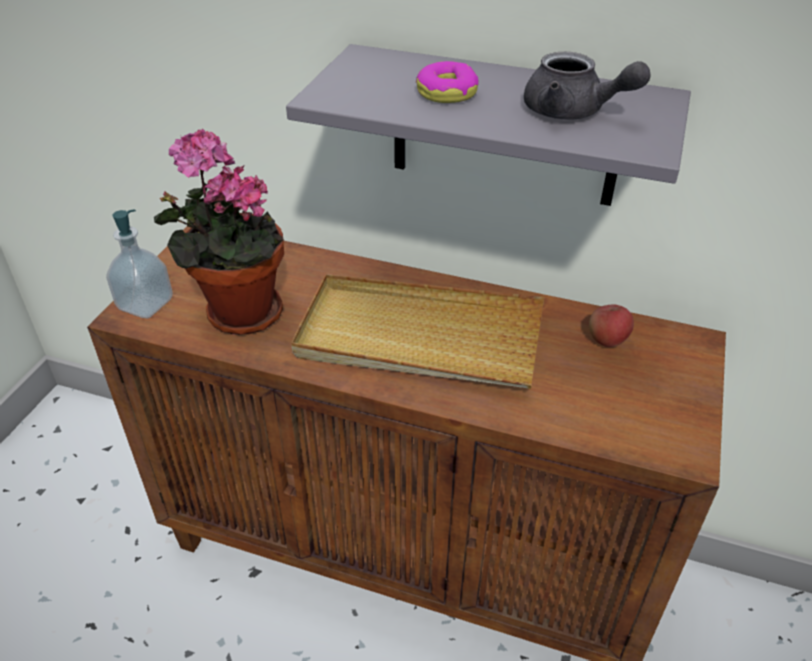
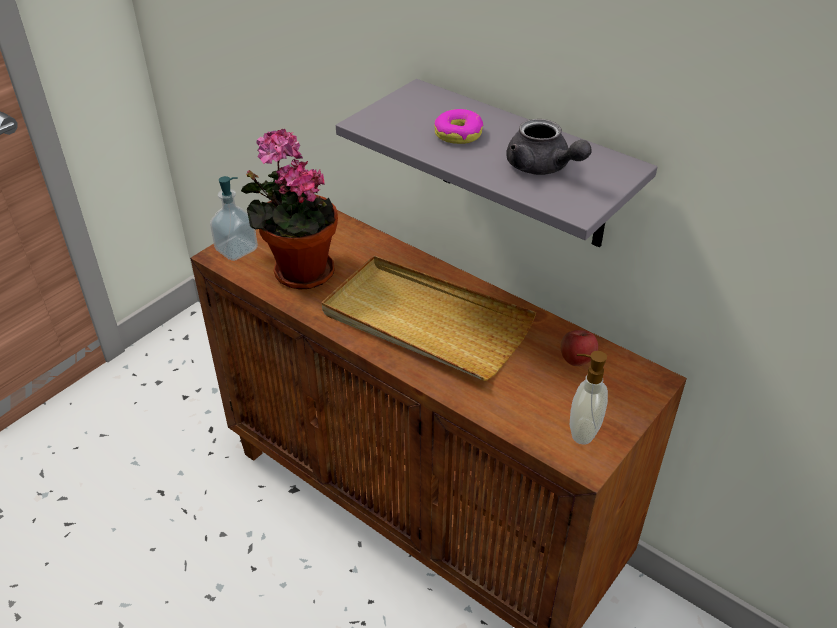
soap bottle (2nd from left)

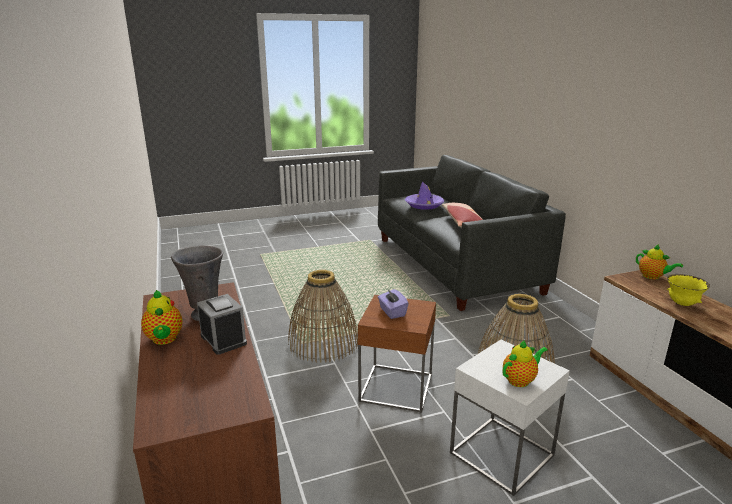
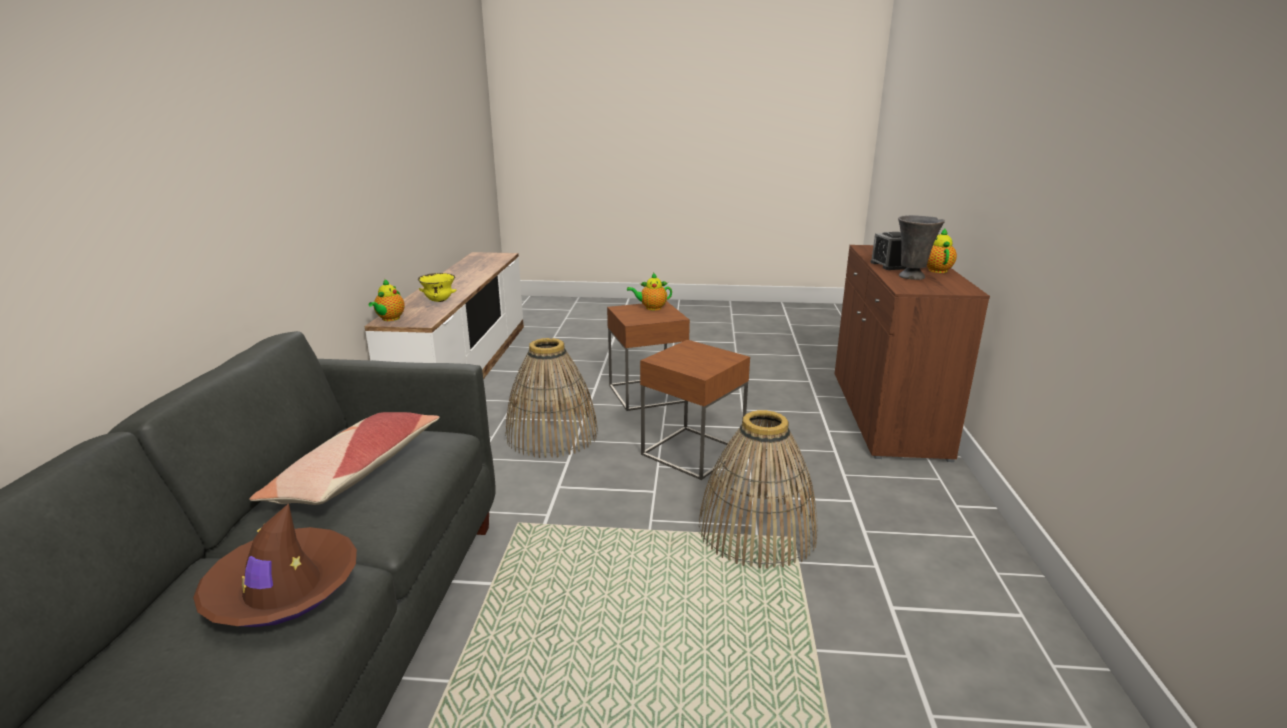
purple tissue holder; brown wearable hat; brown end table (1st from left); tea pot (1st from left)

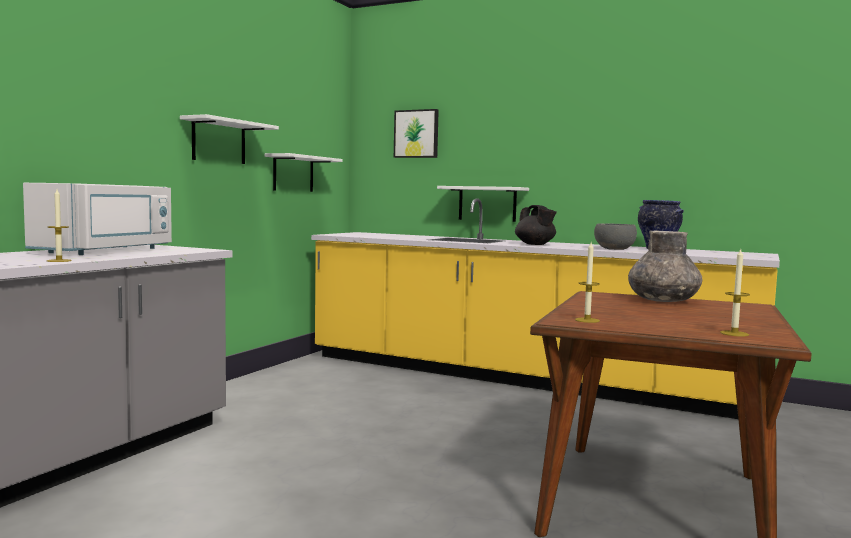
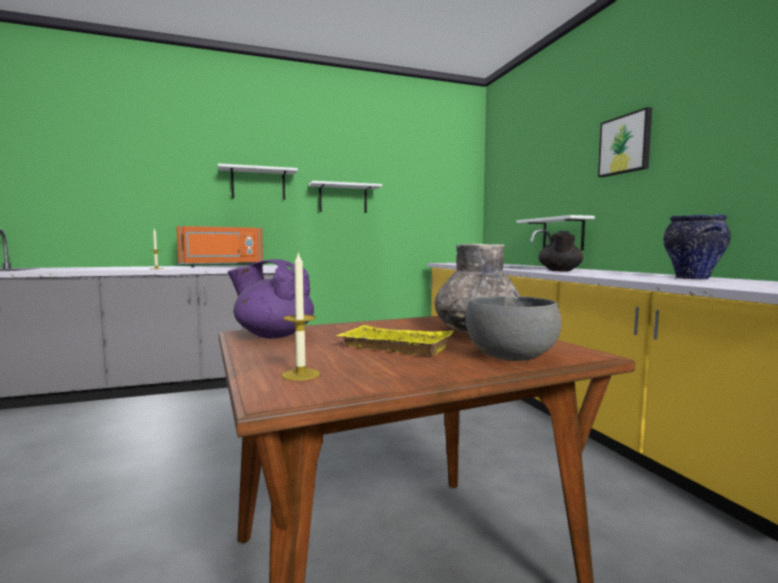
orange kitchen microwave; white-coloured bracket shelf (1st from left); wall picture; purple tea pot; greyish deep dish; yellow-coloured tray

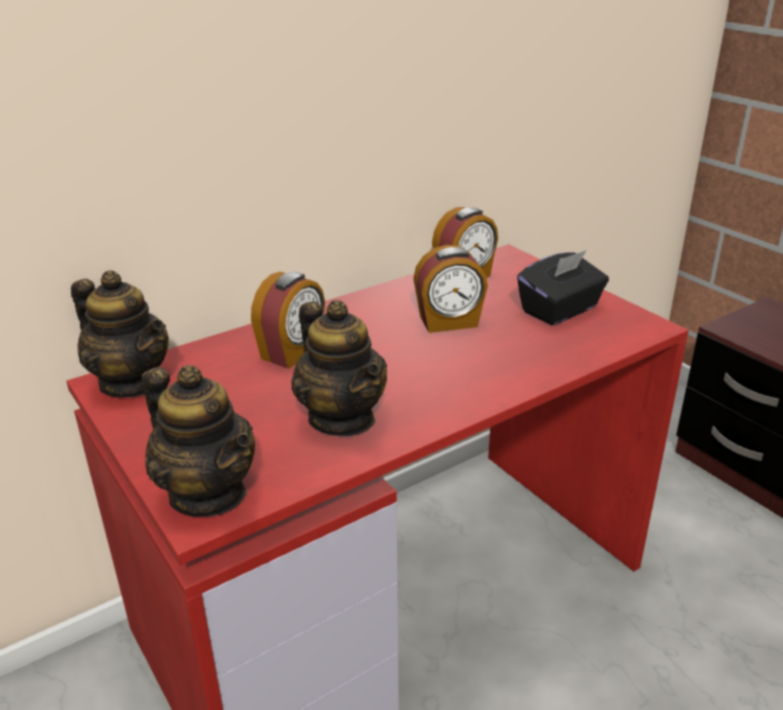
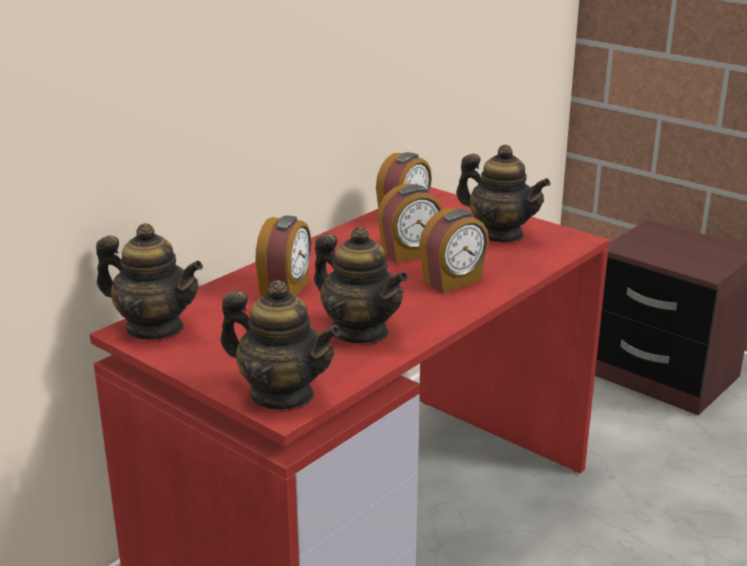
tea pot (4th from left); bedside clock (4th from left)

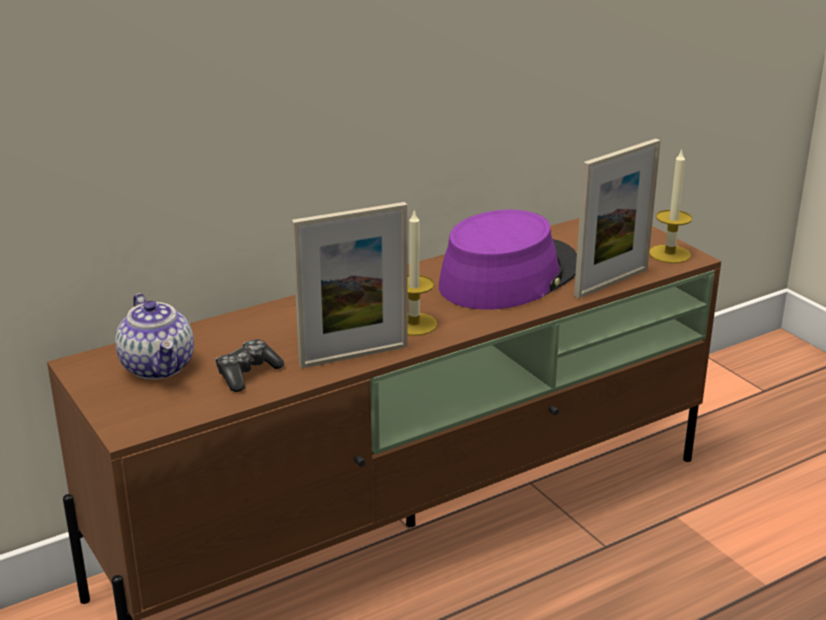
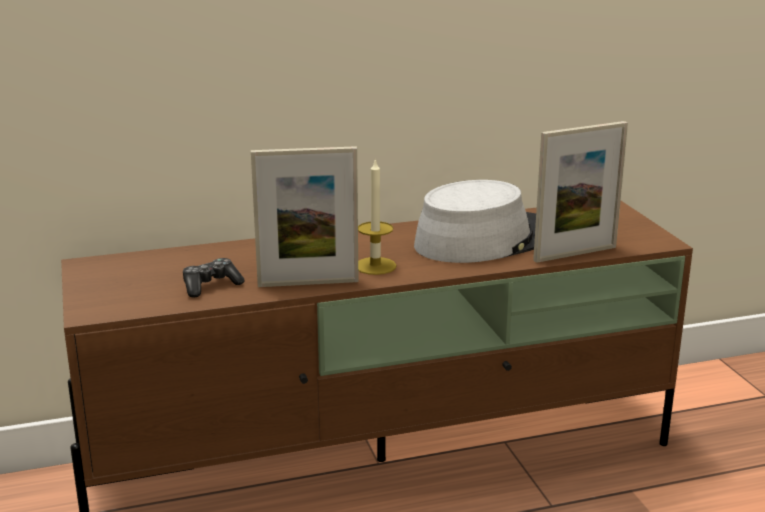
tea pot; greyish wearable hat; wax light (2nd from left in the first image)

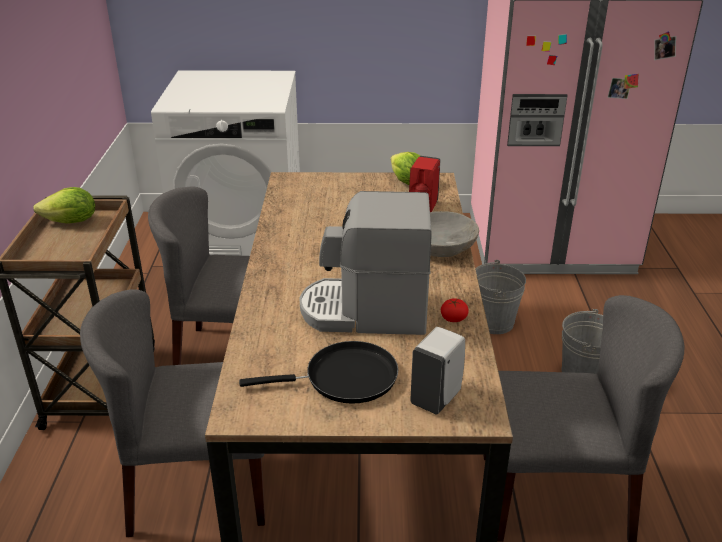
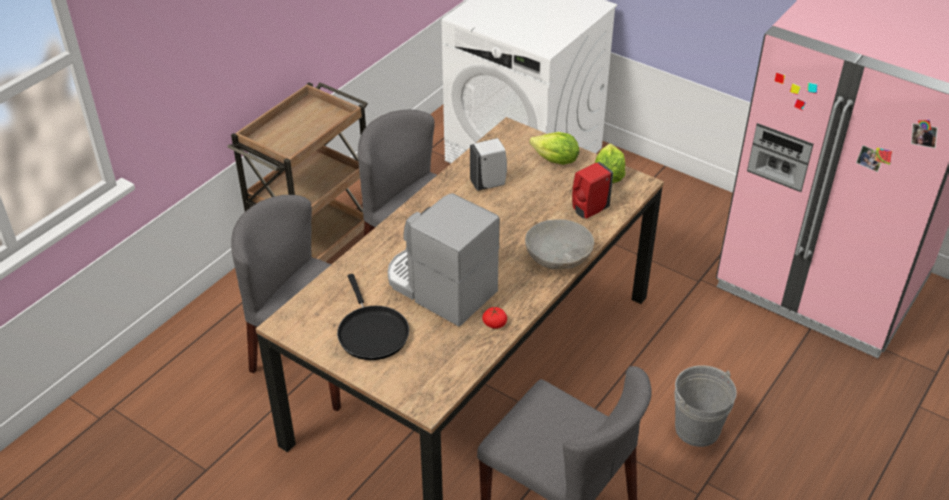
head of lettuce (1st from left); black-coloured frying pan; white-coloured soap bottle; greyish pail (1st from left in the first image)

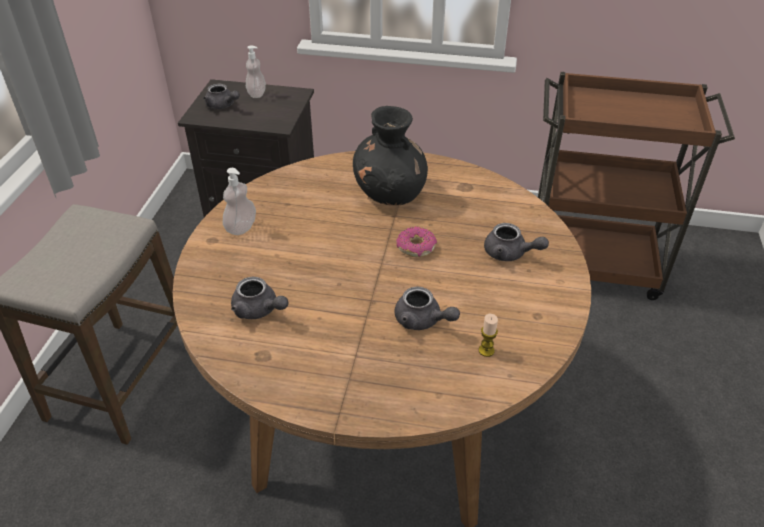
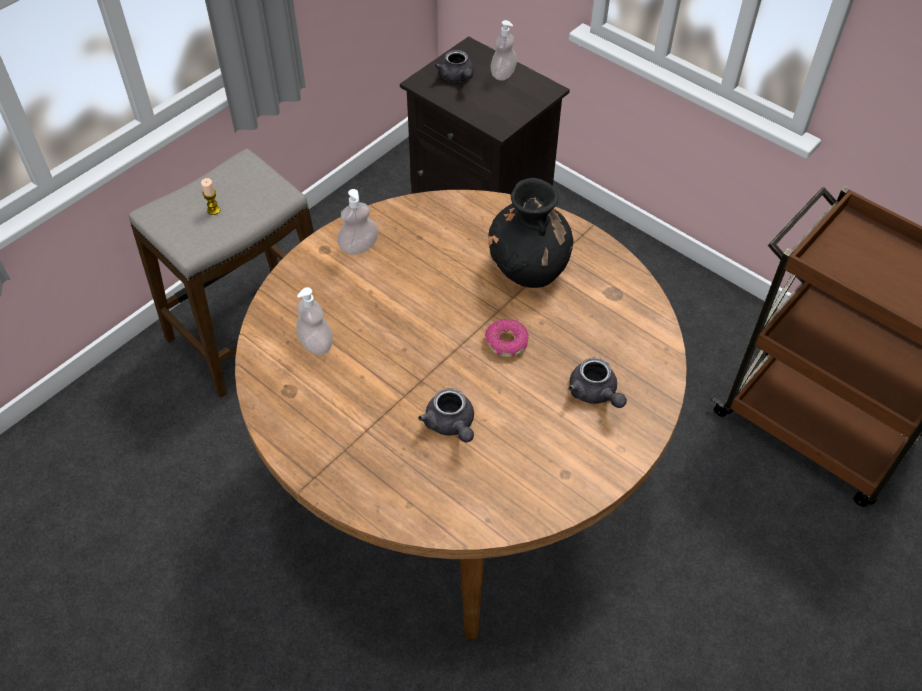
soap bottle (1st from left); wax light

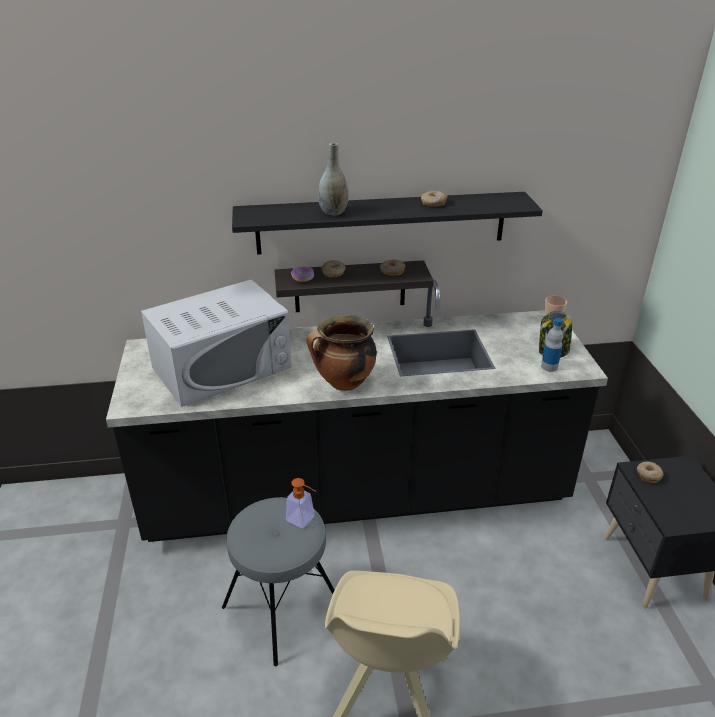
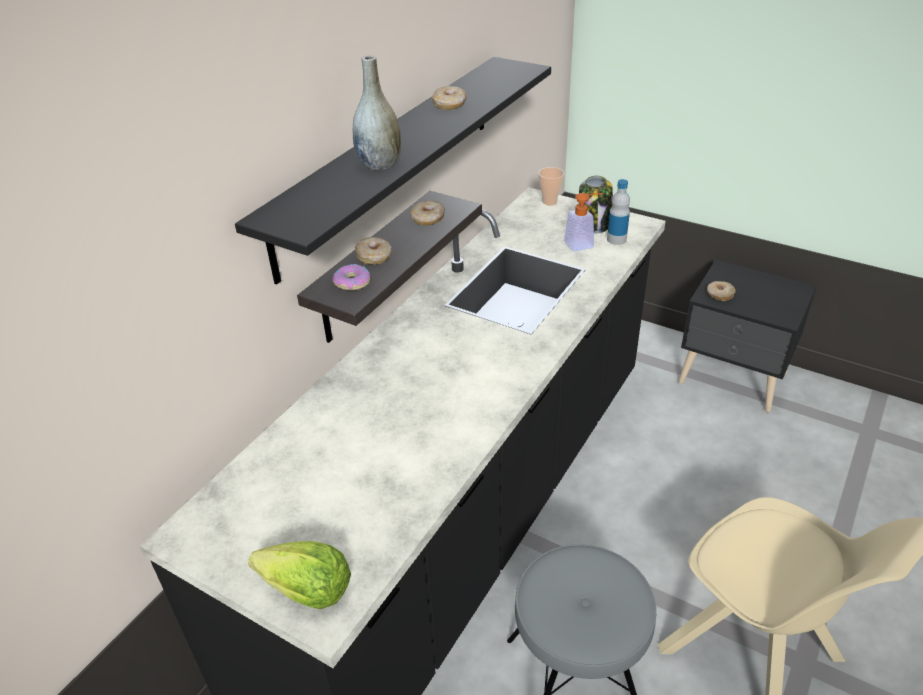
white-coloured kitchen microwave; soap bottle; saucepot; head of lettuce

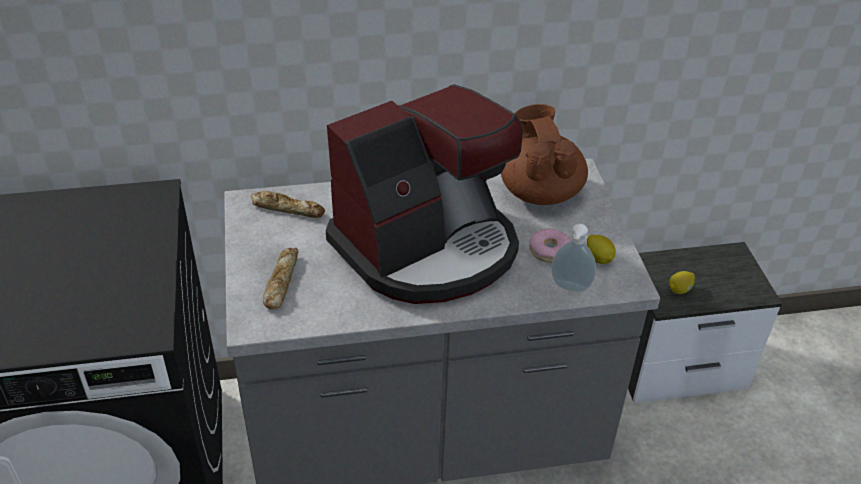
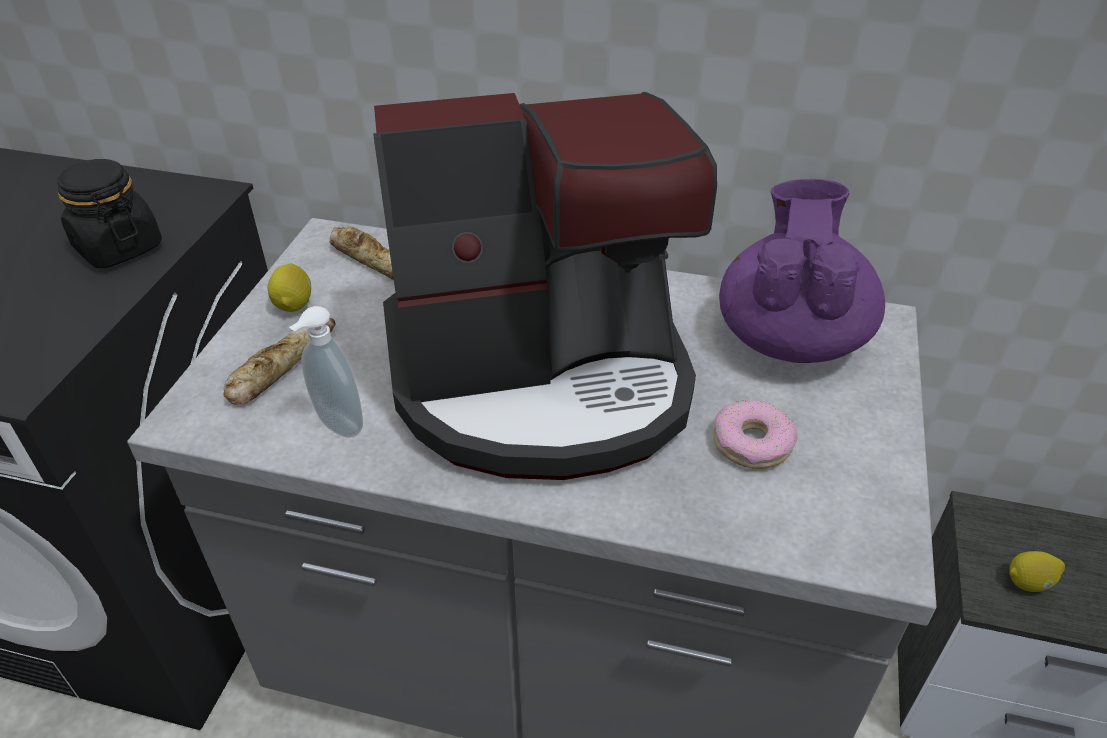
purple tea pot; soap bottle; lemon (1st from left); black-coloured preserve jar

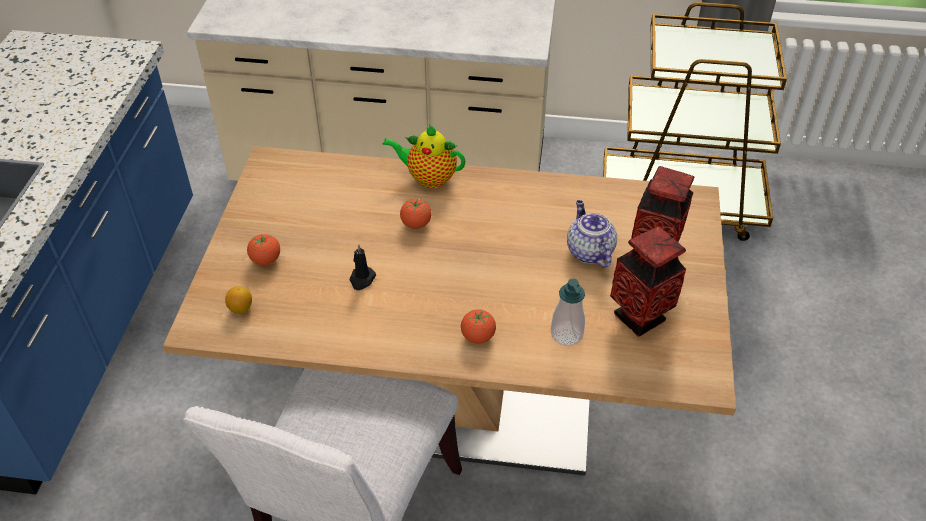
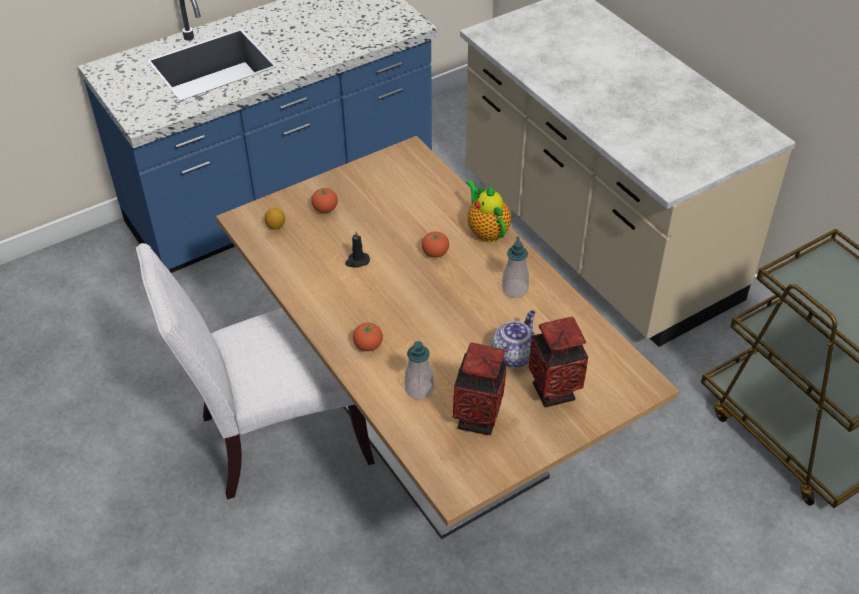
soap bottle (2nd from left)

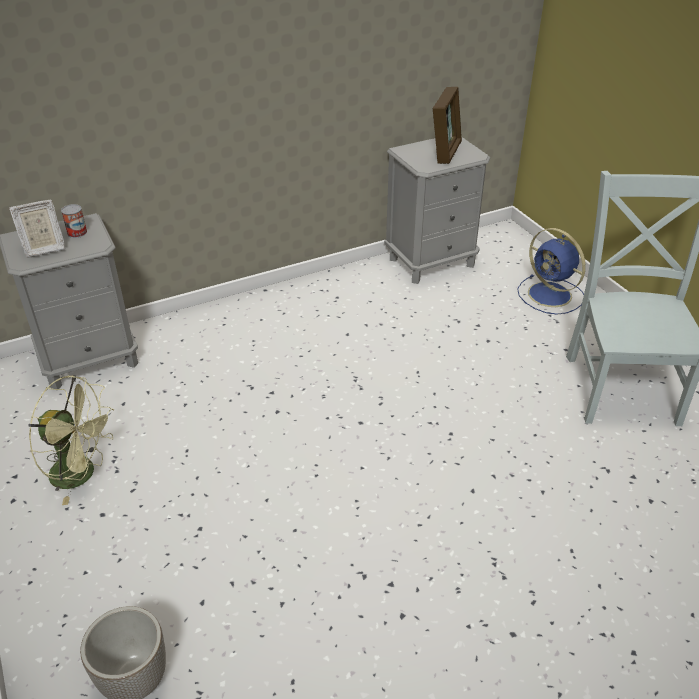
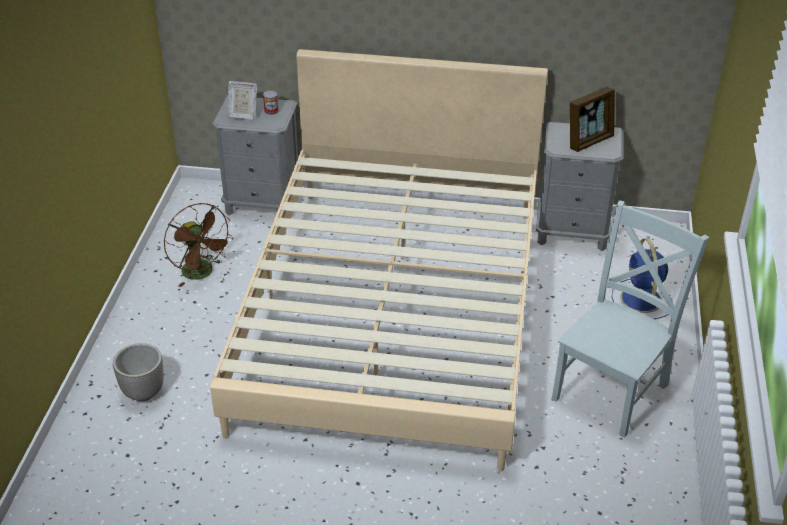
brown cooling fan; sand-coloured bed

